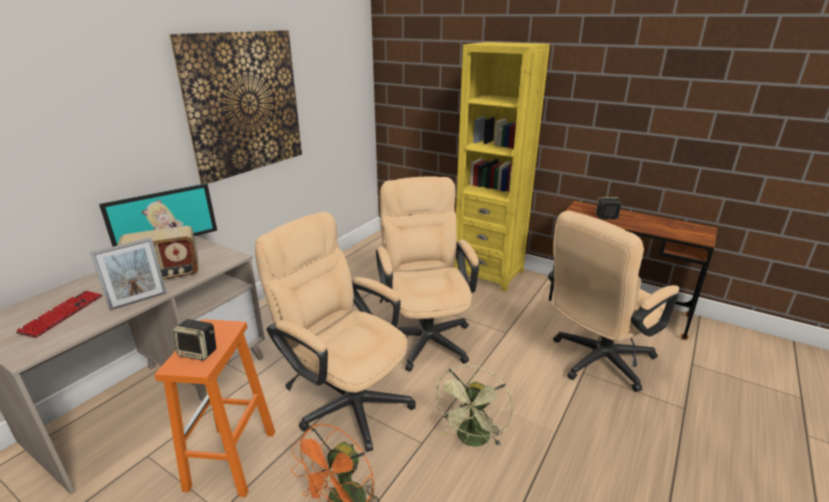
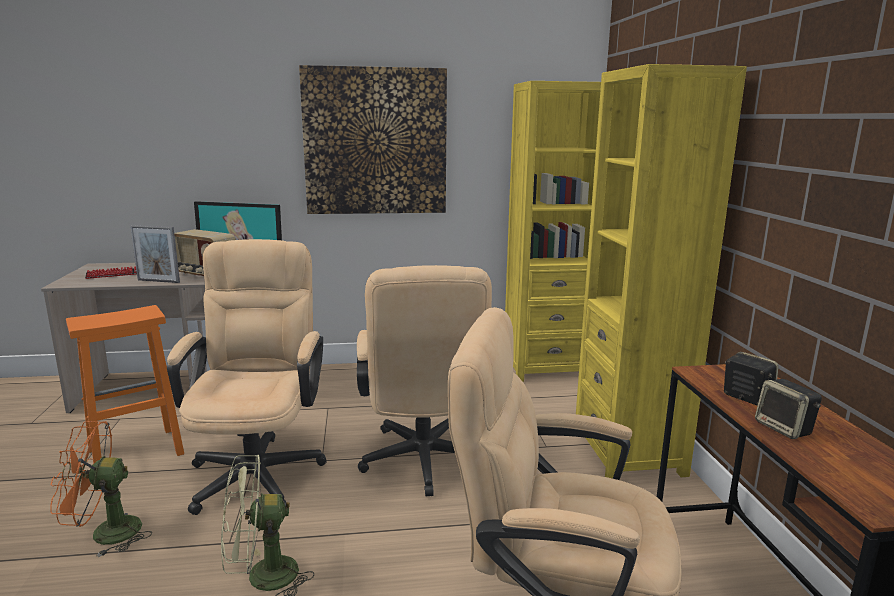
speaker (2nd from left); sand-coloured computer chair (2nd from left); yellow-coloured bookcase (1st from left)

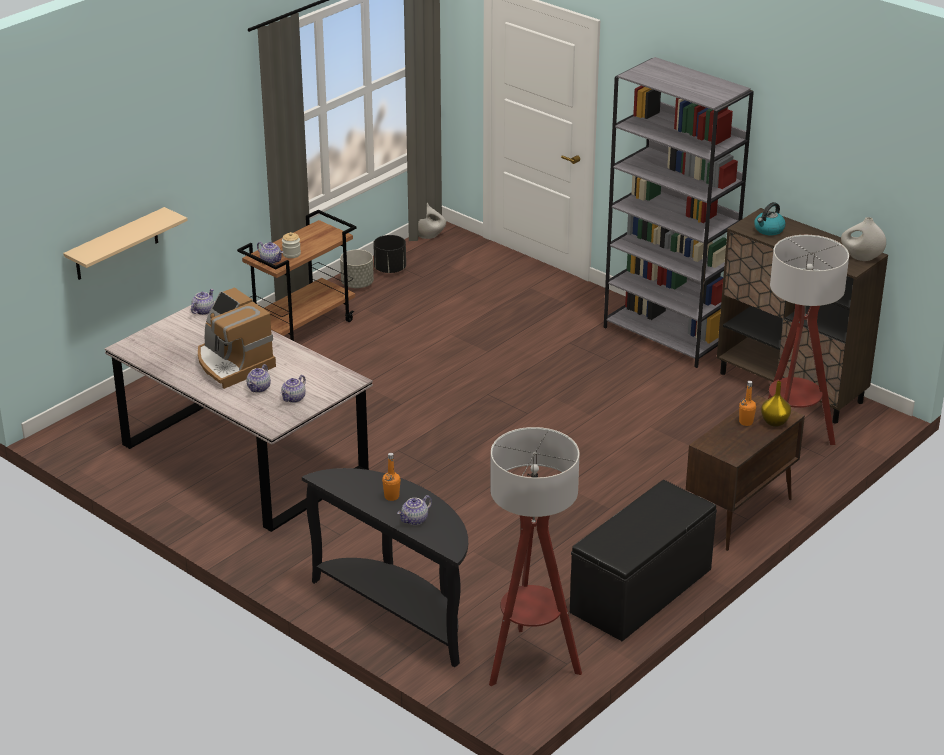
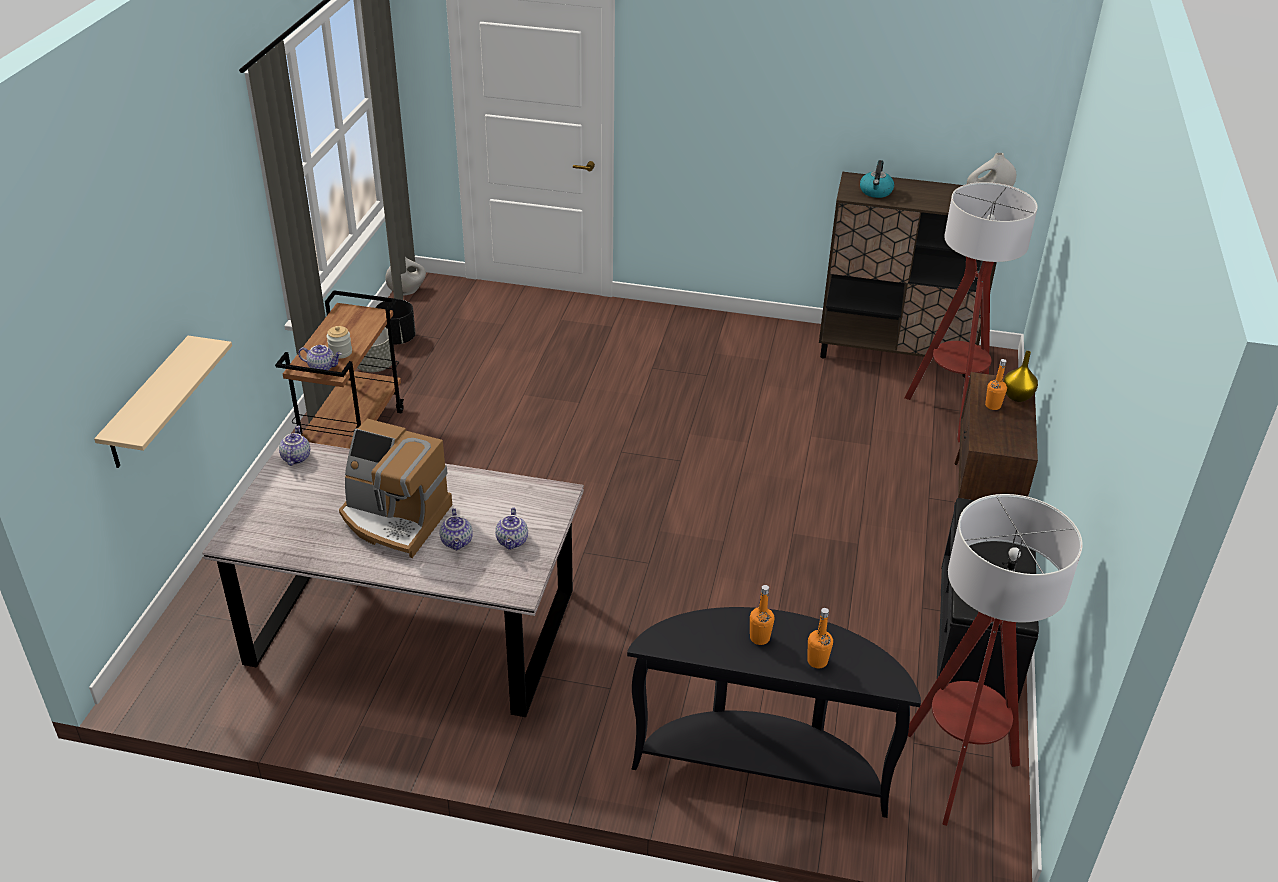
orange drink bottle (2nd from left); greyish bookcase

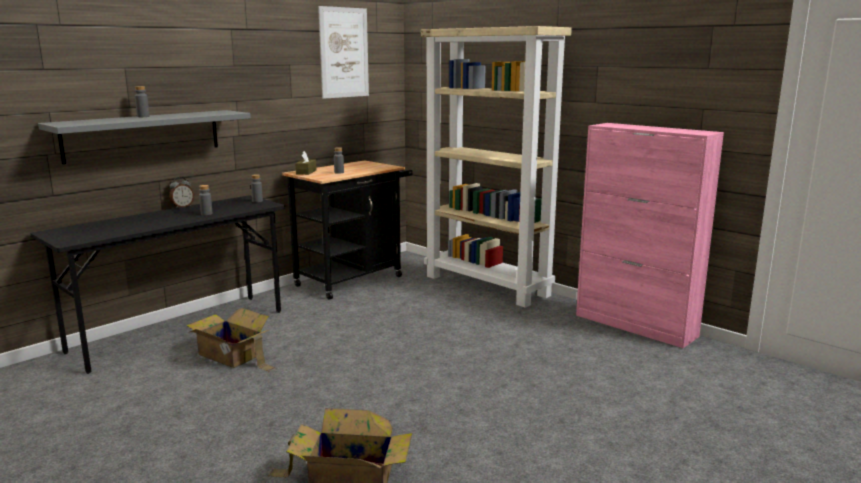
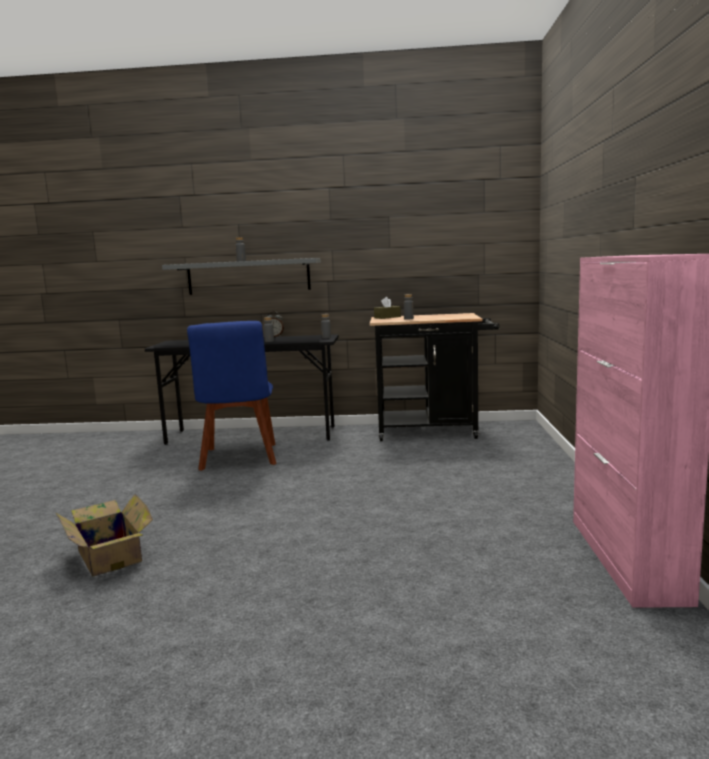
bluish upright chair; wall picture; sand-coloured bookcase

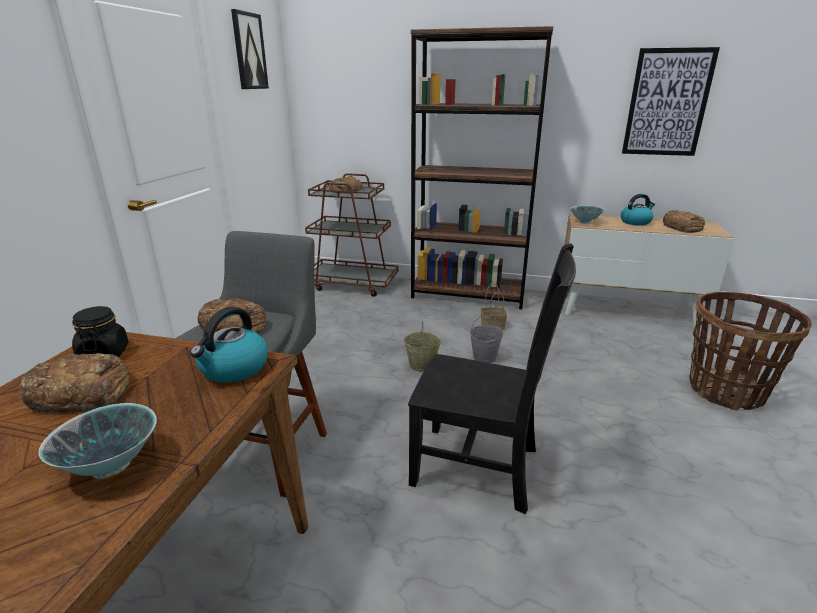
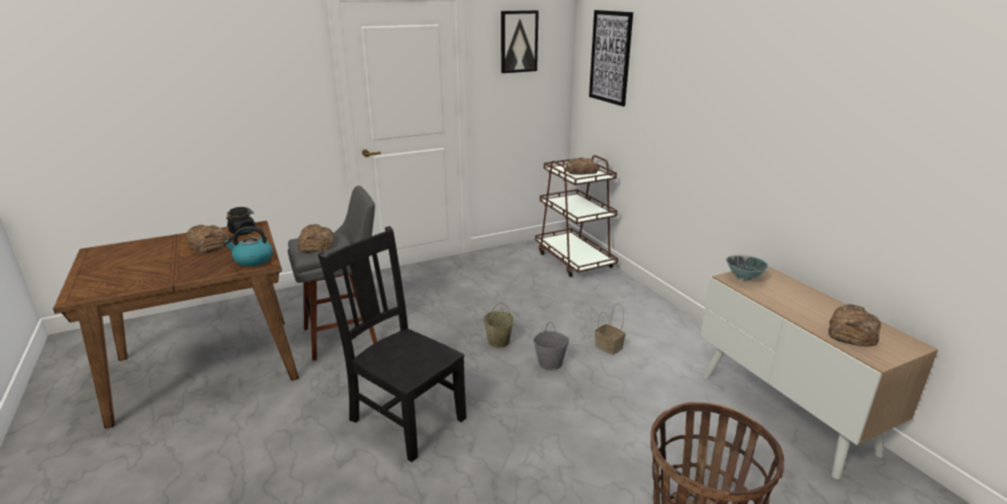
deep dish (1st from left in the first image); black-coloured upright chair; brown bookcase; water kettle (2nd from left in the first image); wall picture (2nd from left)

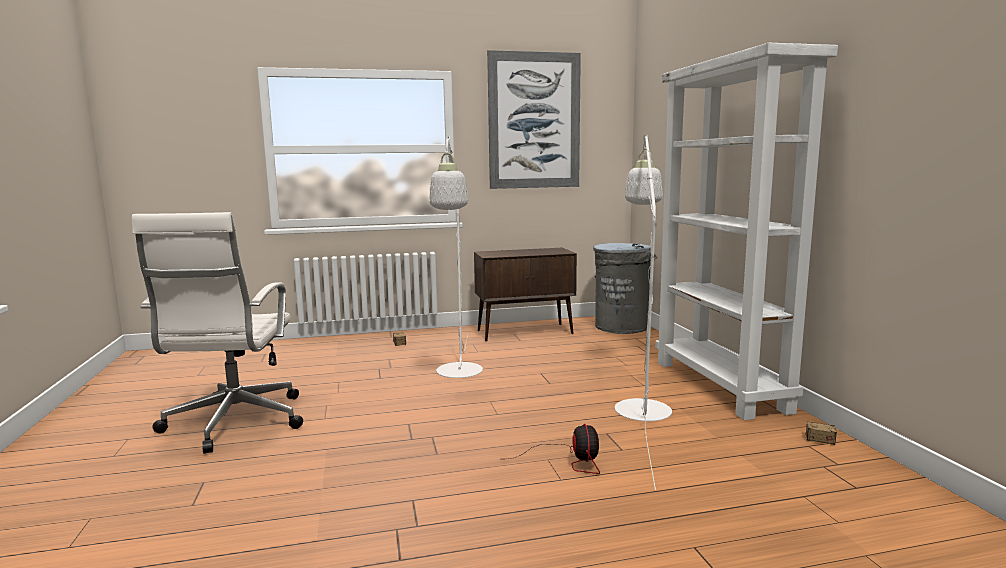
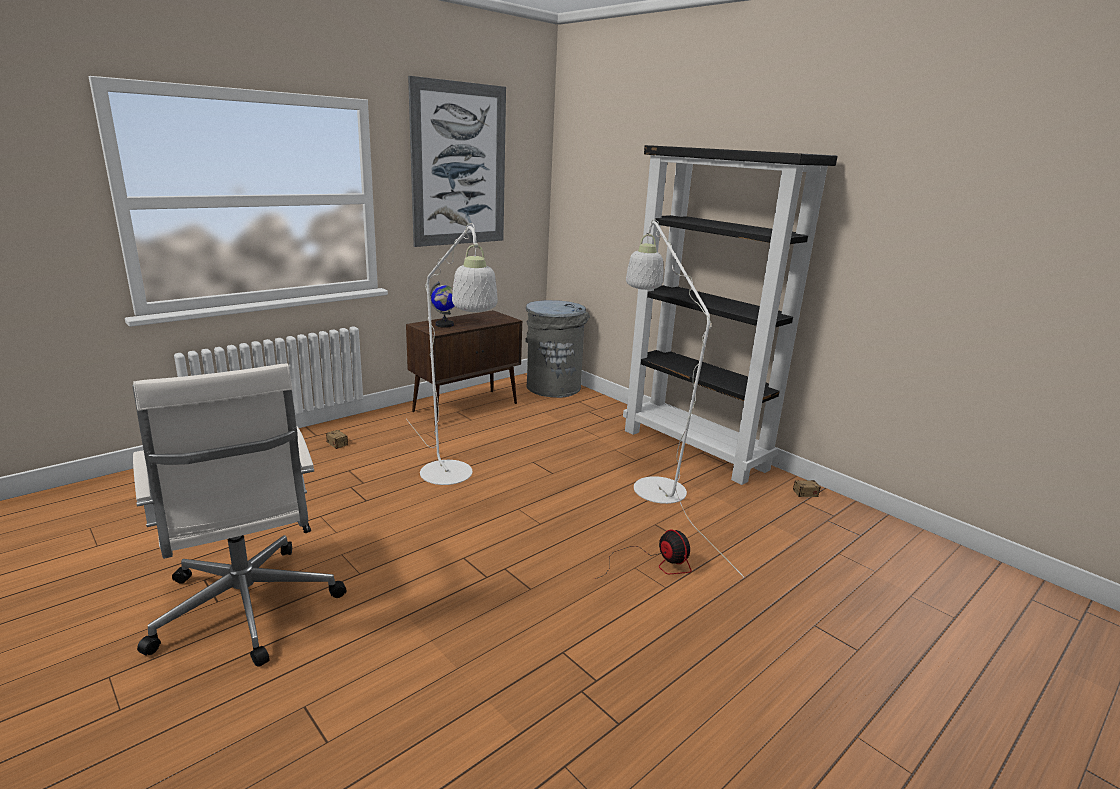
black-coloured bookcase; world globe

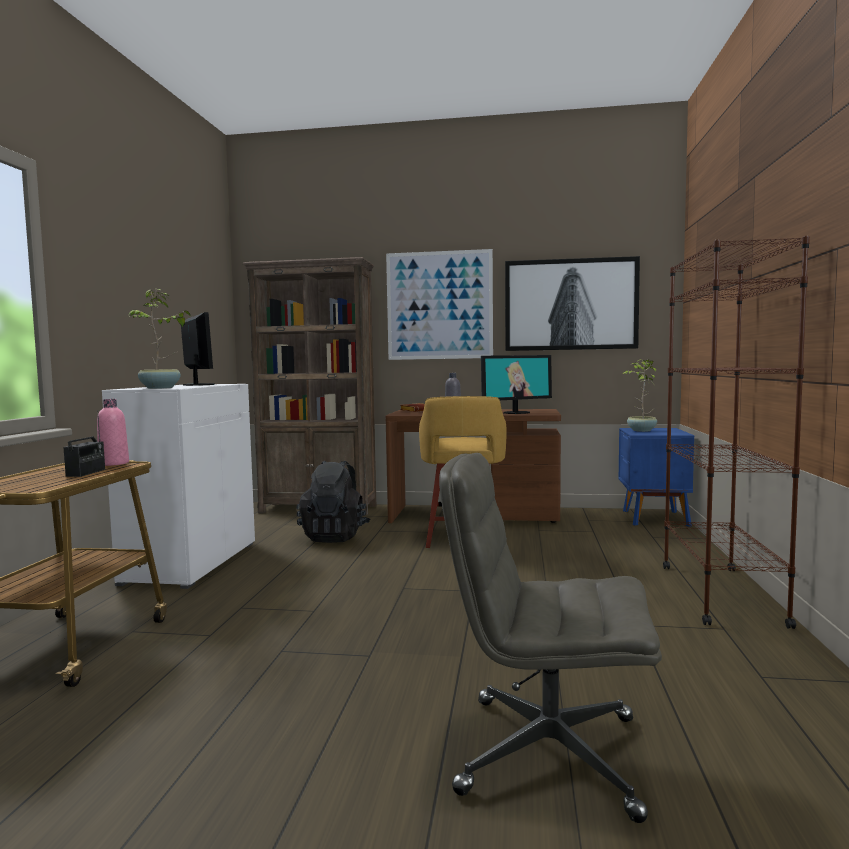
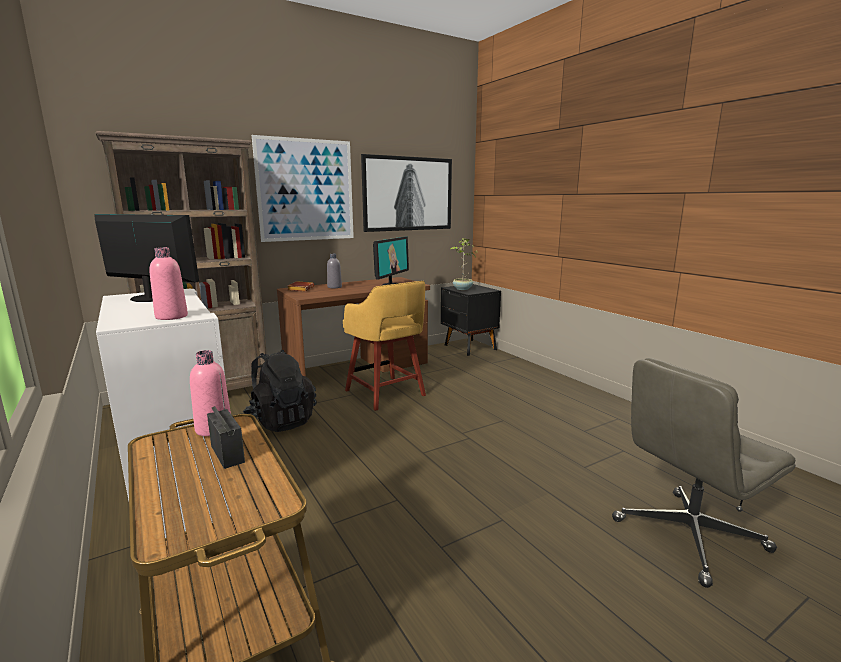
pinkish drink bottle (1st from left); black-coloured bedside table; brown bookcase (2nd from left in the first image)

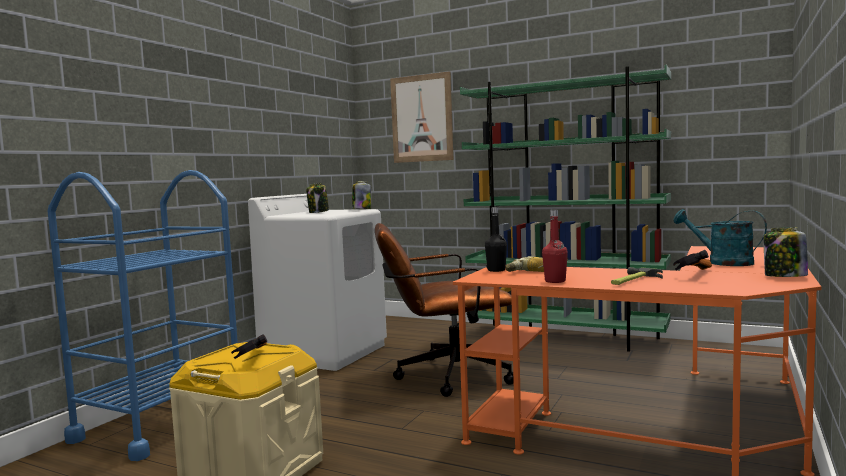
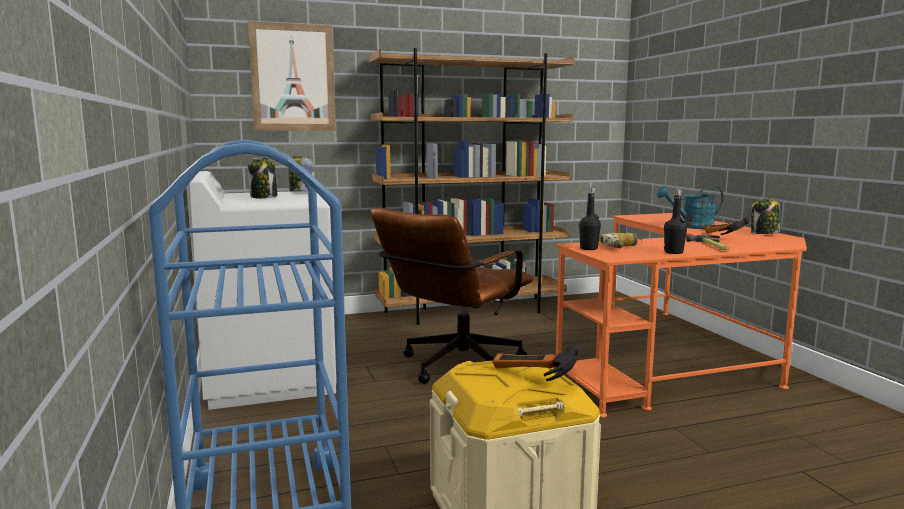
brown bookcase; black-coloured drink bottle (2nd from left)

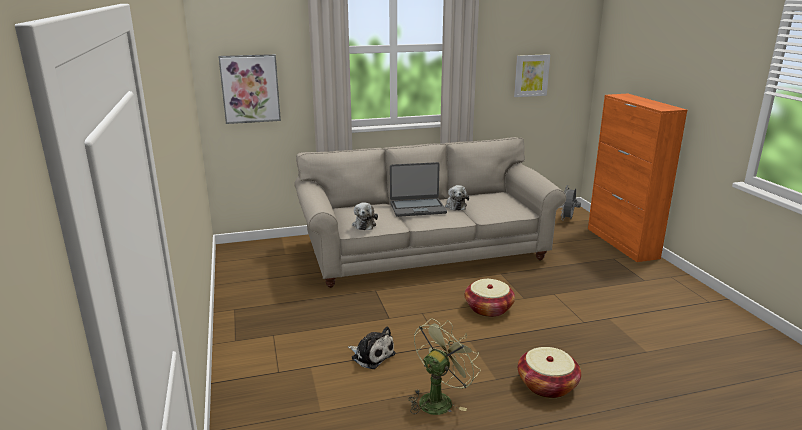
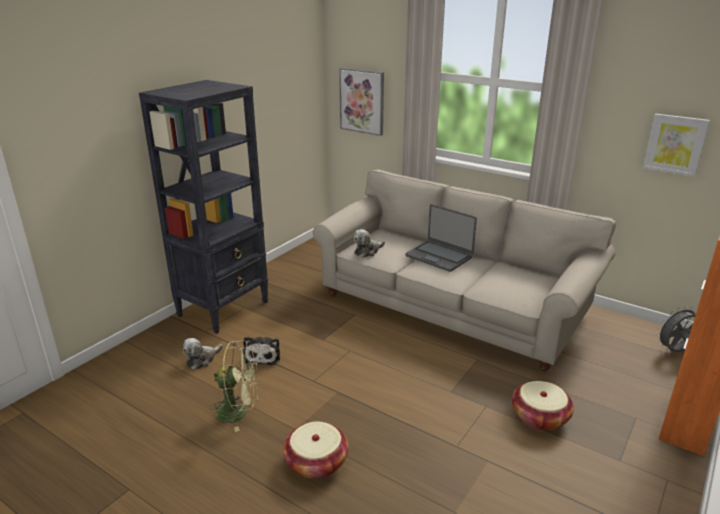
plush toy (1st from left); storage basket (2nd from left); black-coloured bookcase

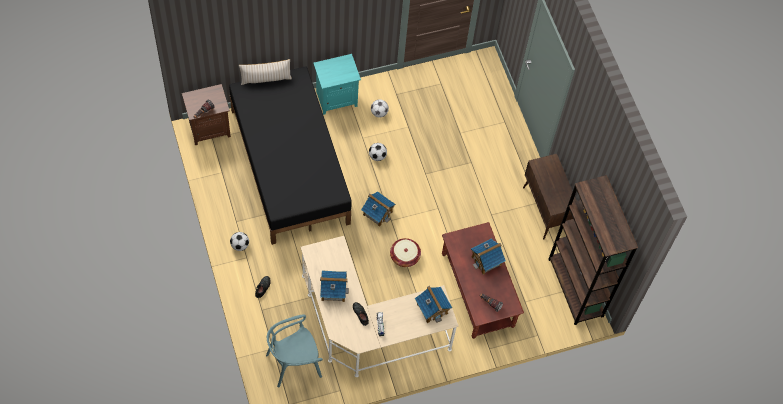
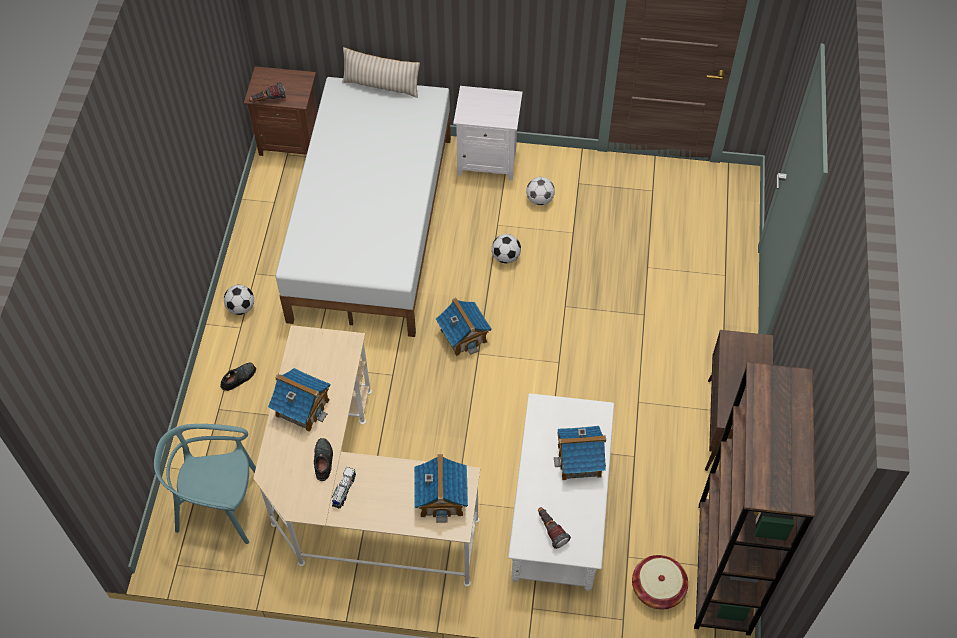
white-coloured bed; white-coloured bedside table; storage basket; white-coloured coffee table

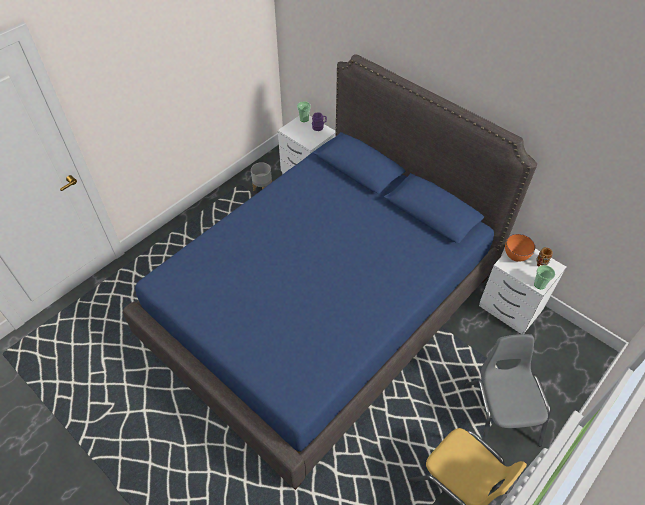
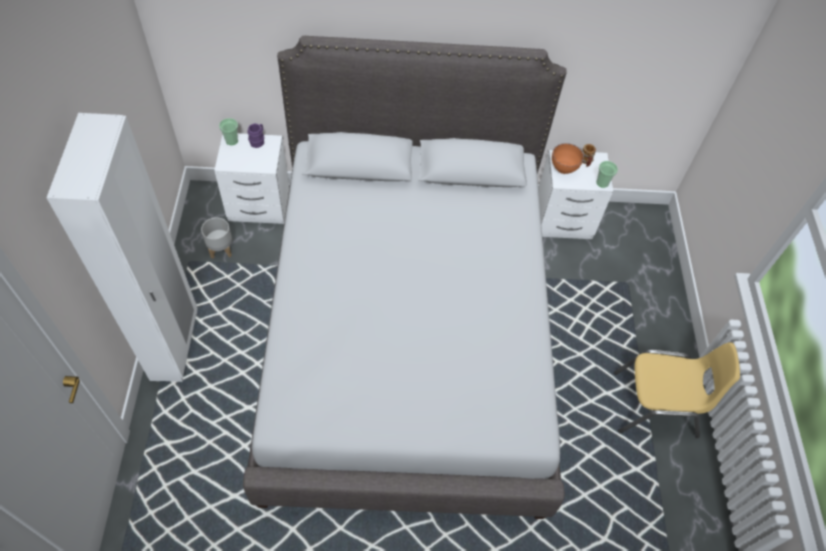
greyish bed; greyish upright chair; white-coloured armoire

